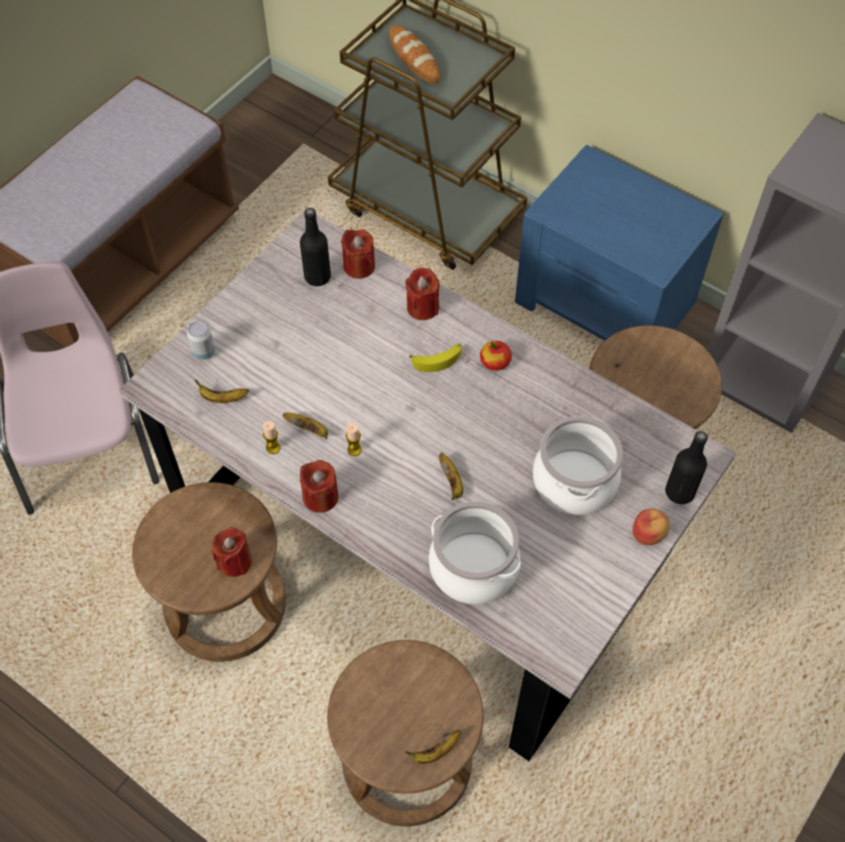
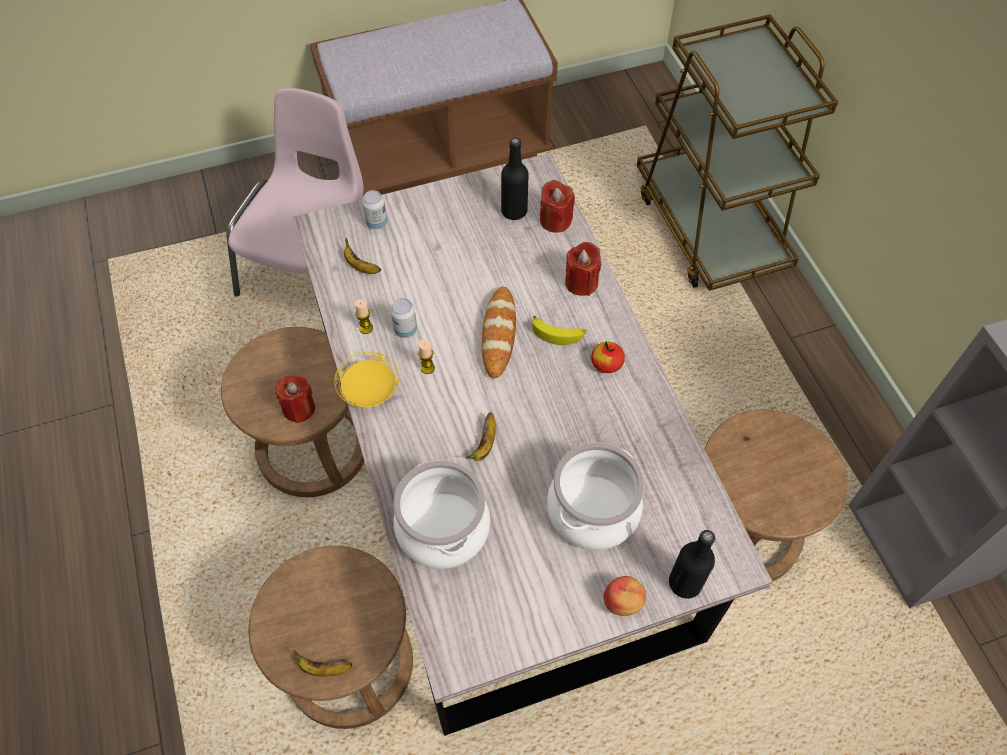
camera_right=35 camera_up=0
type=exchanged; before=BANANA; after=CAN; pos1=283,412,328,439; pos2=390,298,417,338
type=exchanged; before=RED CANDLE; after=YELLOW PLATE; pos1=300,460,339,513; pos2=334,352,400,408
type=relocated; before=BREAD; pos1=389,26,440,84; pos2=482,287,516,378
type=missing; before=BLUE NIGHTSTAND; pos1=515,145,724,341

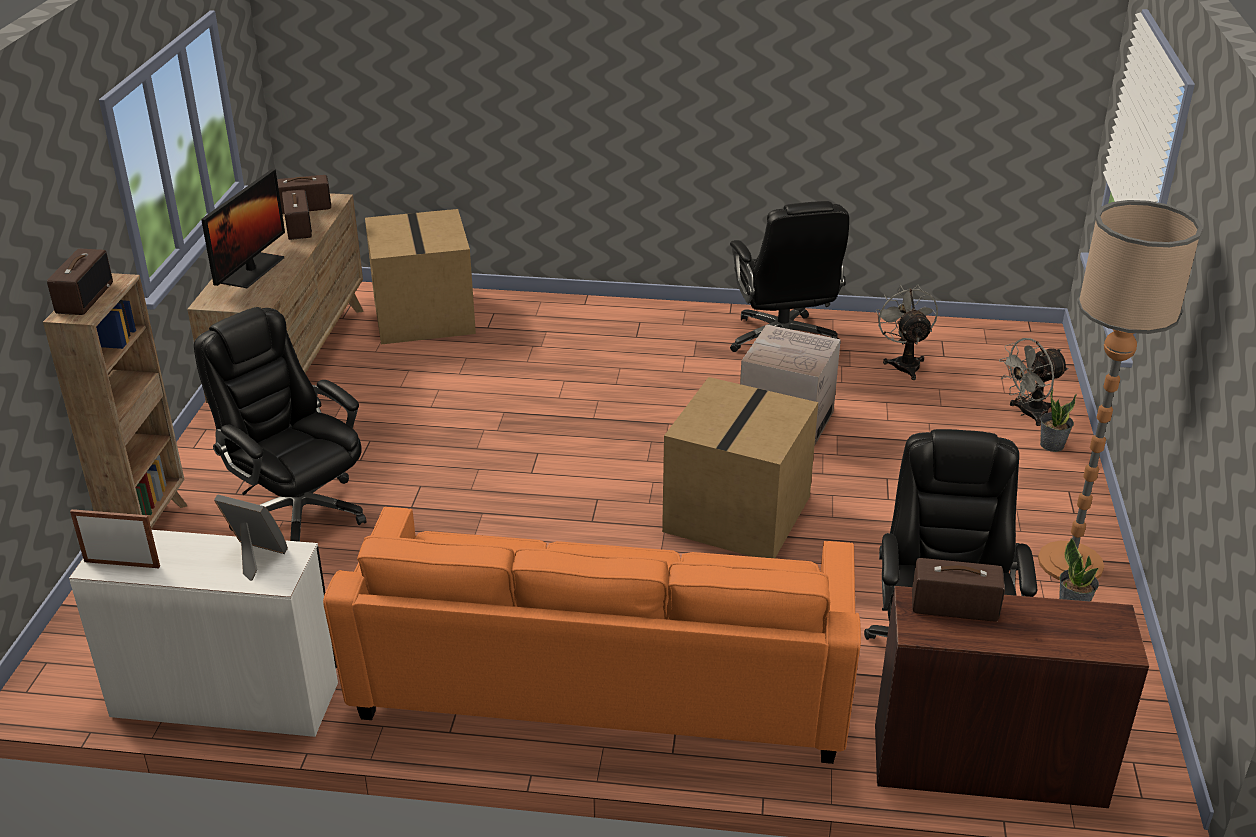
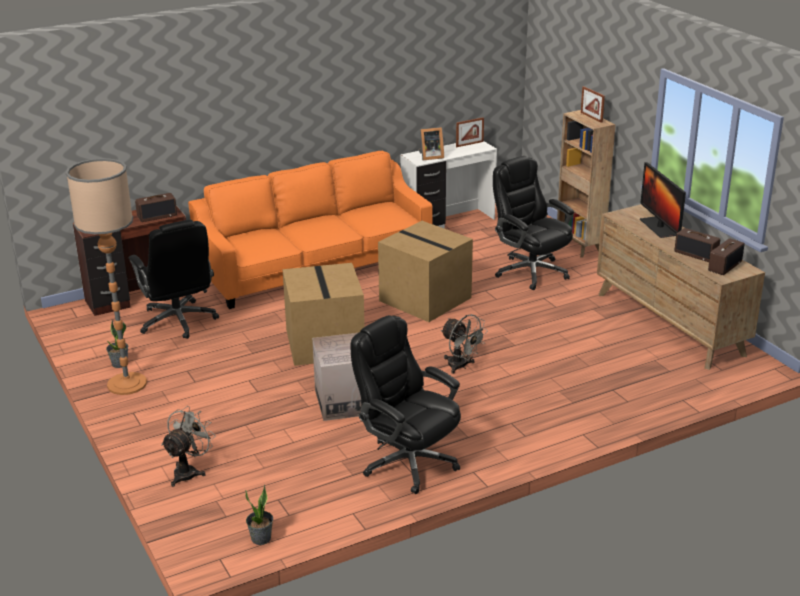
camera_right=145 camera_up=-5
type=exchanged; before=RADIO; after=PICTURE FRAME; pos1=47,249,113,315; pos2=581,86,605,123
type=spun; before=BLACK OFFICE CHAIR; pos1=194,307,366,542; pos2=493,156,574,290; turn=-135
type=relocated; before=CARDBOARD BOX; pos1=365,209,476,344; pos2=378,221,473,322
type=relocated; before=GREY FAN; pos1=876,285,938,380; pos2=441,314,488,374
type=relocated; before=POTTED PLANT; pos1=1040,388,1077,452; pos2=245,484,273,545

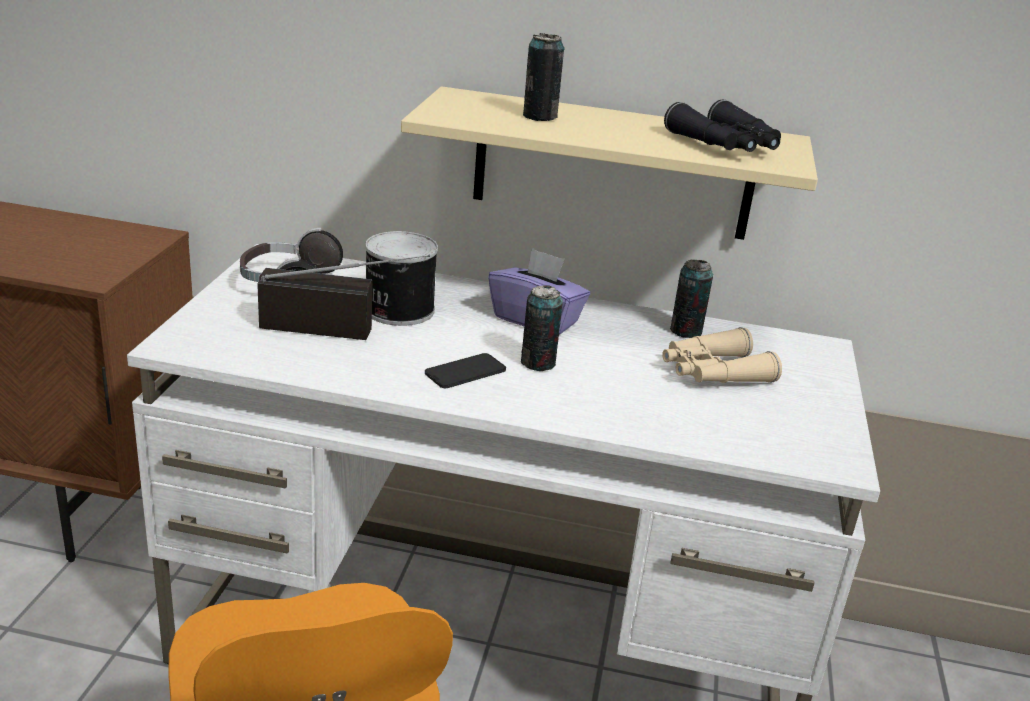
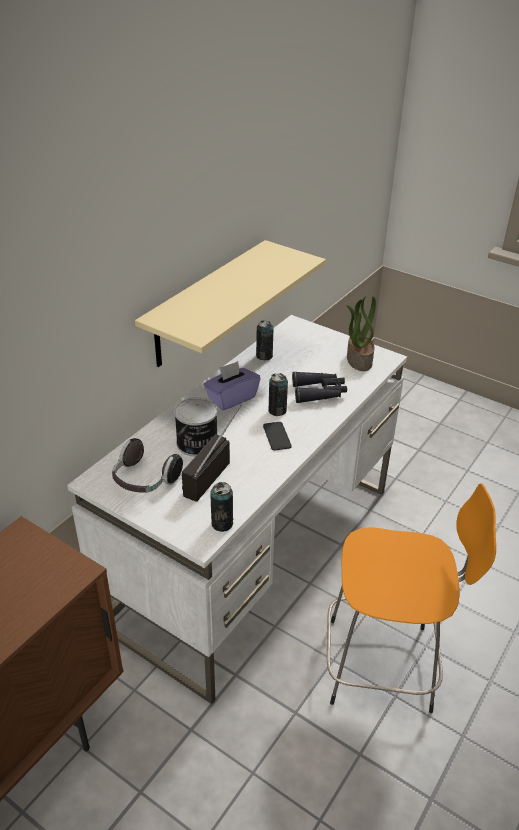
camera_right=-65 camera_up=10
type=relocated; before=CAN; pos1=523,33,565,121; pos2=210,482,233,532
type=missing; before=BEIGE BINOCULARS; pos1=662,327,782,383
type=relocated; before=BLACK BINOCULARS; pos1=664,100,781,152; pos2=292,372,347,403
type=appeared; after=POTTED PLANT; pos2=346,296,376,371

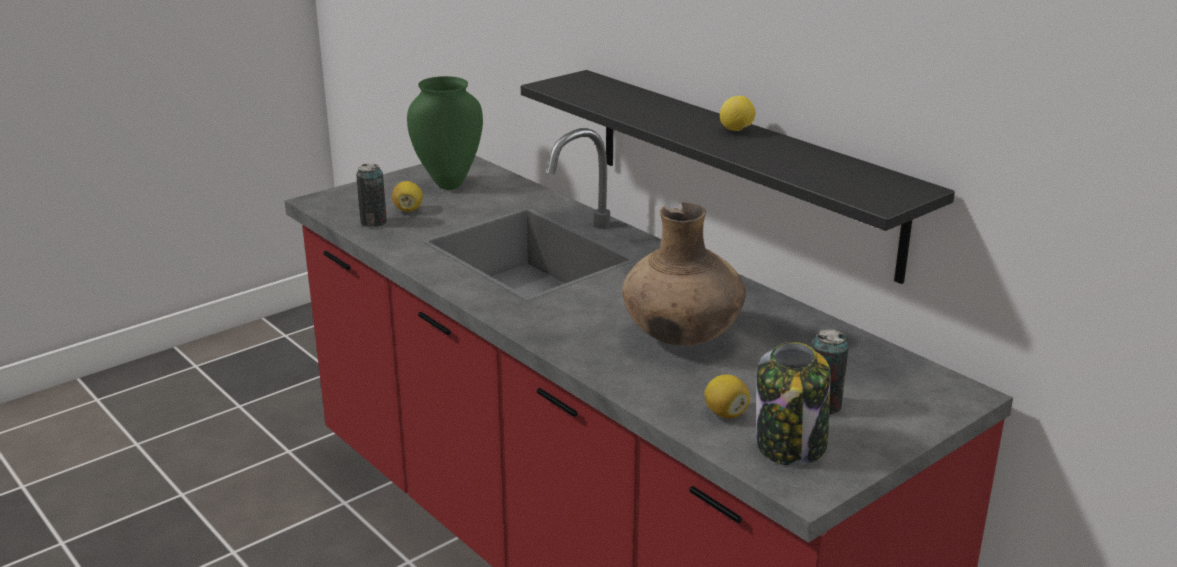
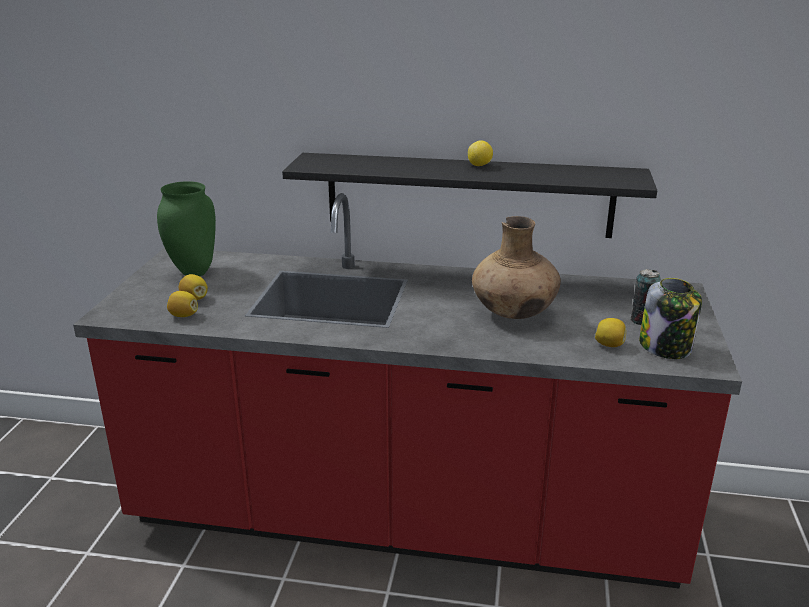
camera_right=-40 camera_up=0
type=exchanged; before=CAN; after=LEMON; pos1=356,164,387,227; pos2=167,291,198,317

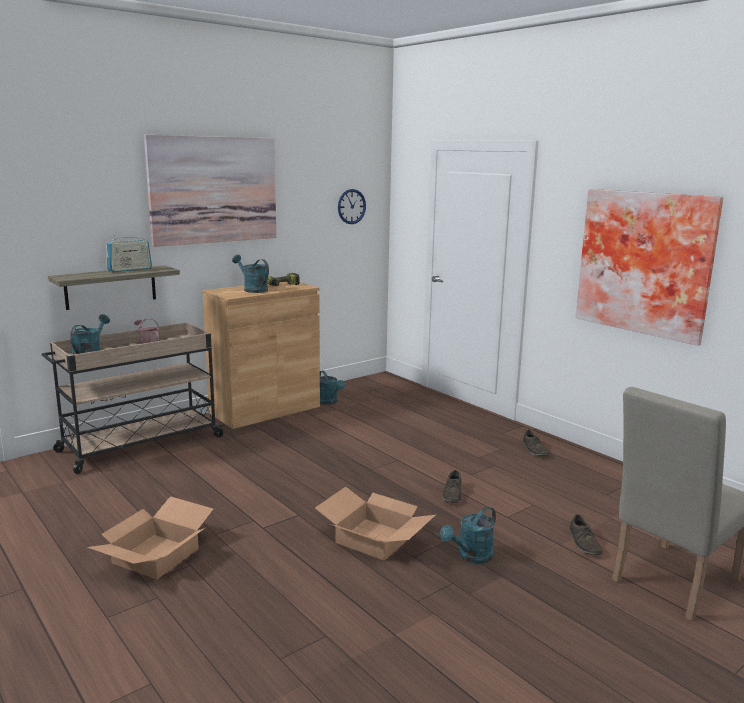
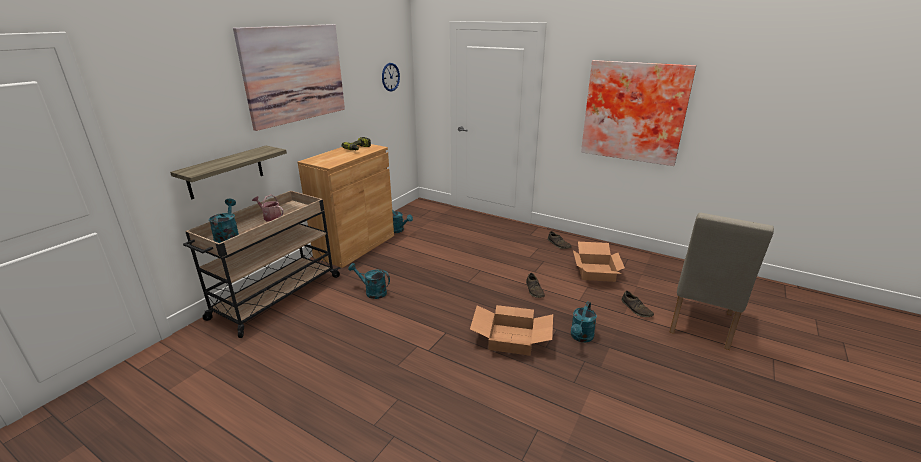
camera_right=-20 camera_up=10
type=relocated; before=CARDBOARD BOX; pos1=87,496,213,579; pos2=573,242,625,282
type=missing; before=RADIO; pos1=106,235,152,272
type=relocated; before=TURQUOISE WATERING CAN; pos1=232,255,269,293; pos2=348,263,390,299

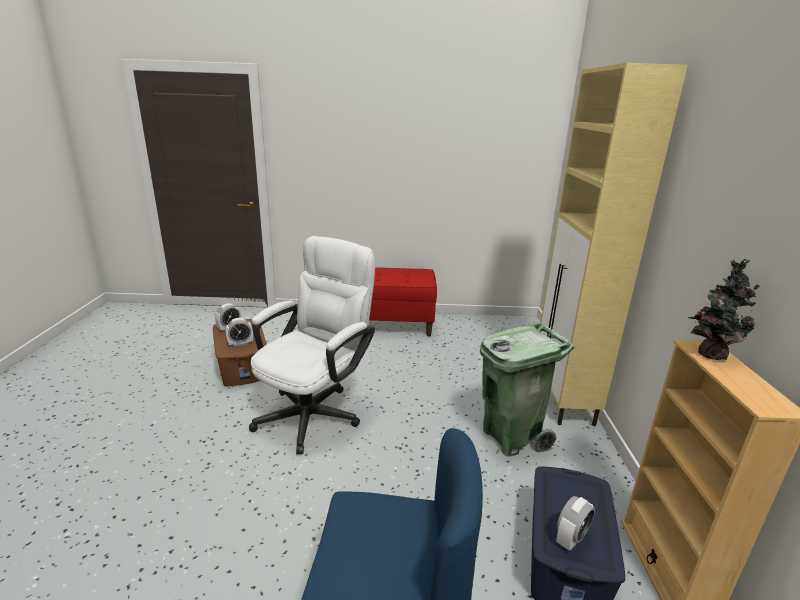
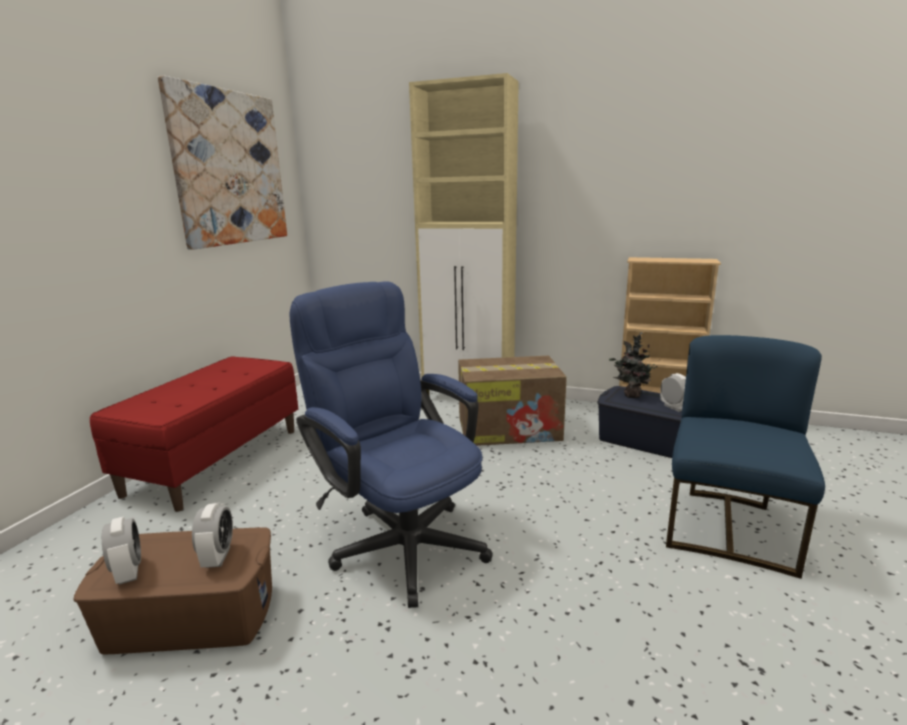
camera_right=-70 camera_up=-5
type=colour; before=WHITE OFFICE CHAIR; after=BLUE OFFICE CHAIR; pos1=249,236,375,455; pos2=290,281,493,608
type=exchanged; before=GREEN TRASH CAN; after=CARDBOARD BOX; pos1=480,323,574,457; pos2=458,356,567,446
type=relocated; before=POTTED PLANT; pos1=688,258,759,360; pos2=609,332,657,398
type=appeared; after=PICTURE; pos2=158,75,287,250

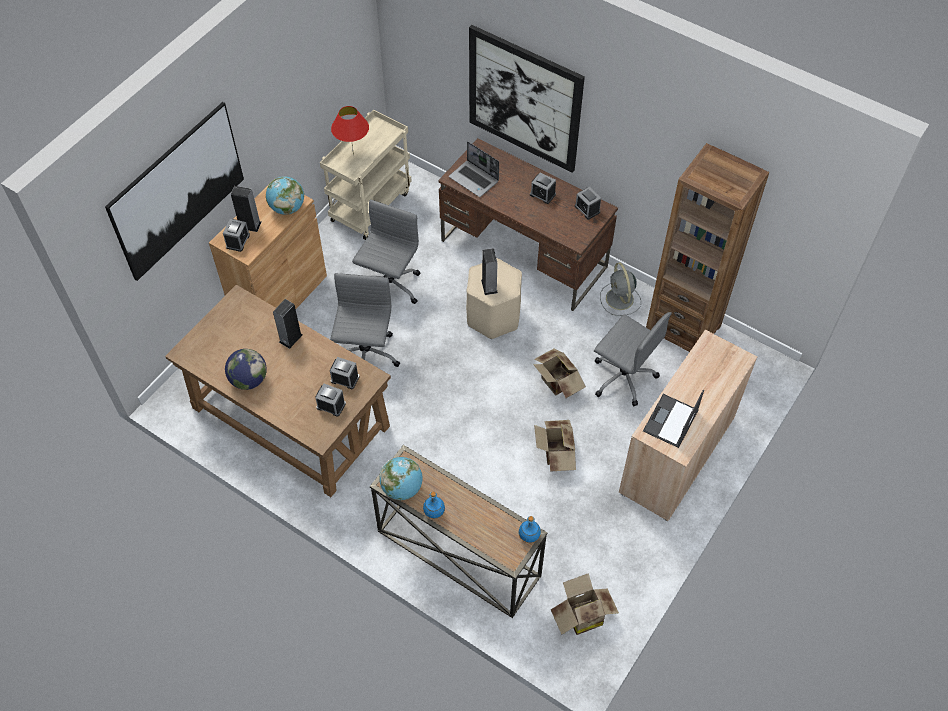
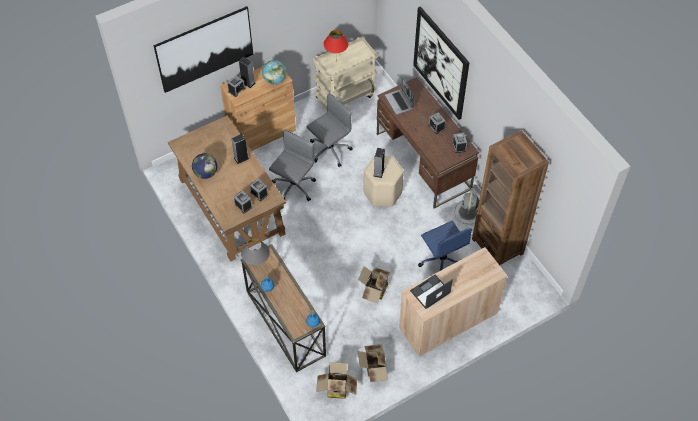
camera_right=25 camera_up=0
type=exchanged; before=GLOBE; after=GREY TABLE LAMP; pos1=379,457,422,500; pos2=241,239,270,268
type=relocated; before=CARDBOARD BOX; pos1=533,348,586,398; pos2=357,344,388,382
type=colour; before=GREY OFFICE CHAIR; after=BLUE OFFICE CHAIR; pos1=594,312,672,406; pos2=418,221,472,271

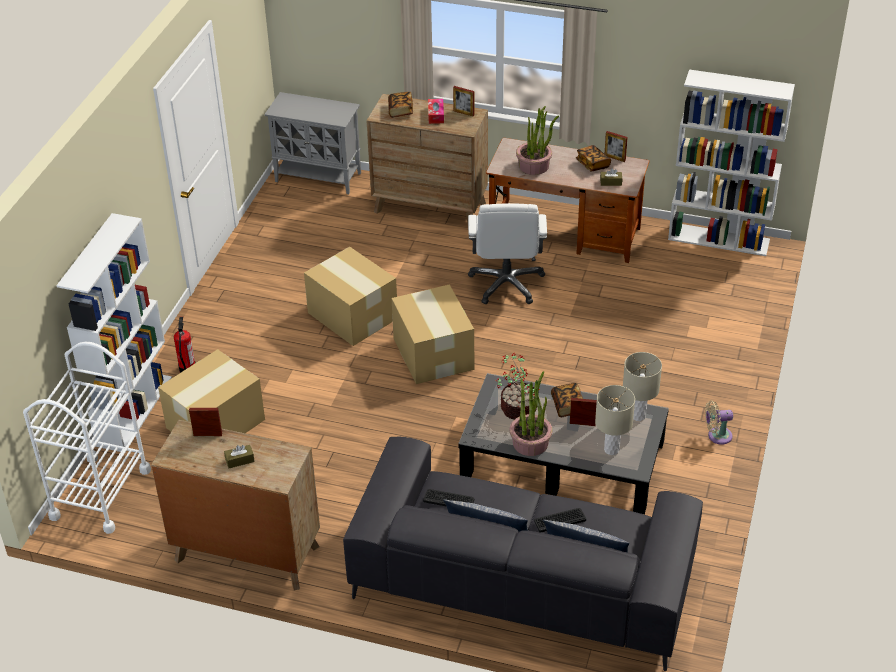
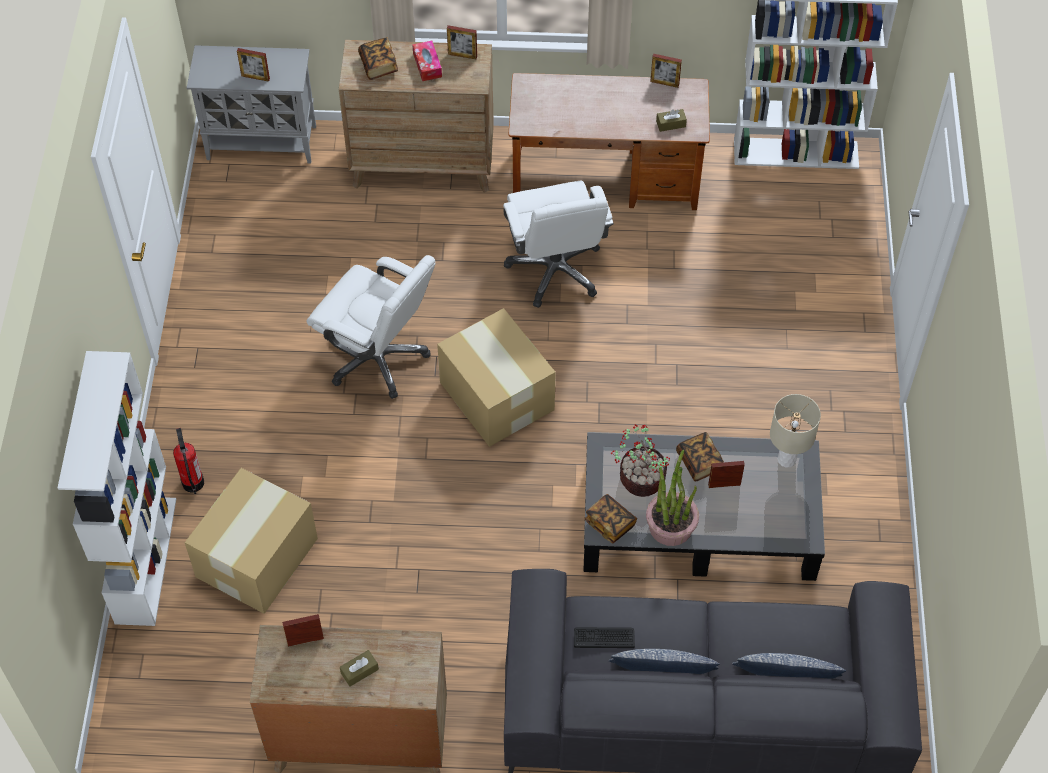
camera_right=-15 camera_up=15
type=missing; before=WHITE CART; pos1=23,342,151,534
type=exchanged; before=CARDBOARD BOX; after=WHITE OFFICE CHAIR; pos1=304,247,397,346; pos2=307,255,436,399
type=missing; before=POTTED PLANT; pos1=516,106,559,175
type=missing; before=KEYBOARD; pos1=534,508,586,533
type=relocated; before=BOOK; pos1=576,145,611,172; pos2=585,494,637,543
type=missing; before=BEIGE TABLE LAMP; pos1=595,385,635,455
type=missing; before=BEIGE FAN; pos1=705,401,733,444
type=appeared; after=PICTURE FRAME; pos2=237,48,270,82

